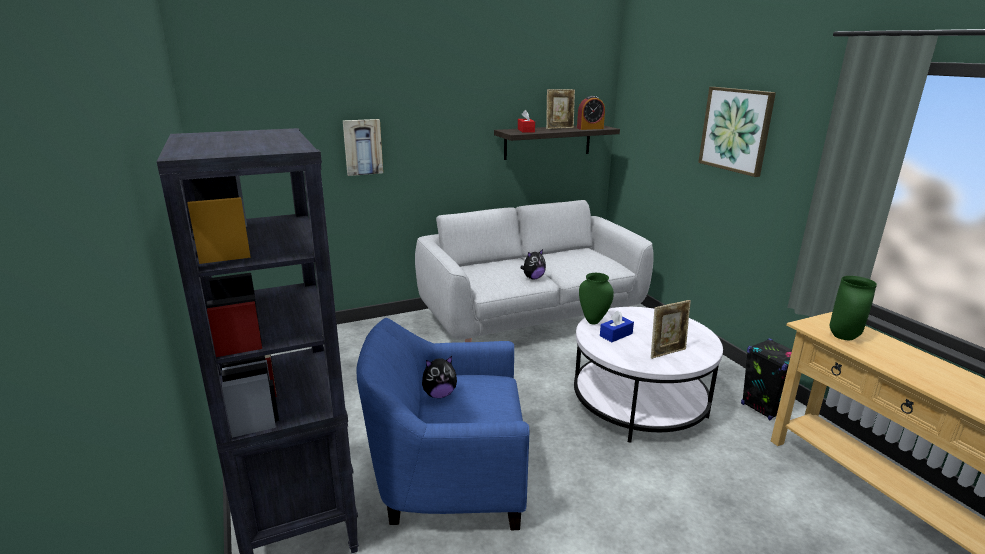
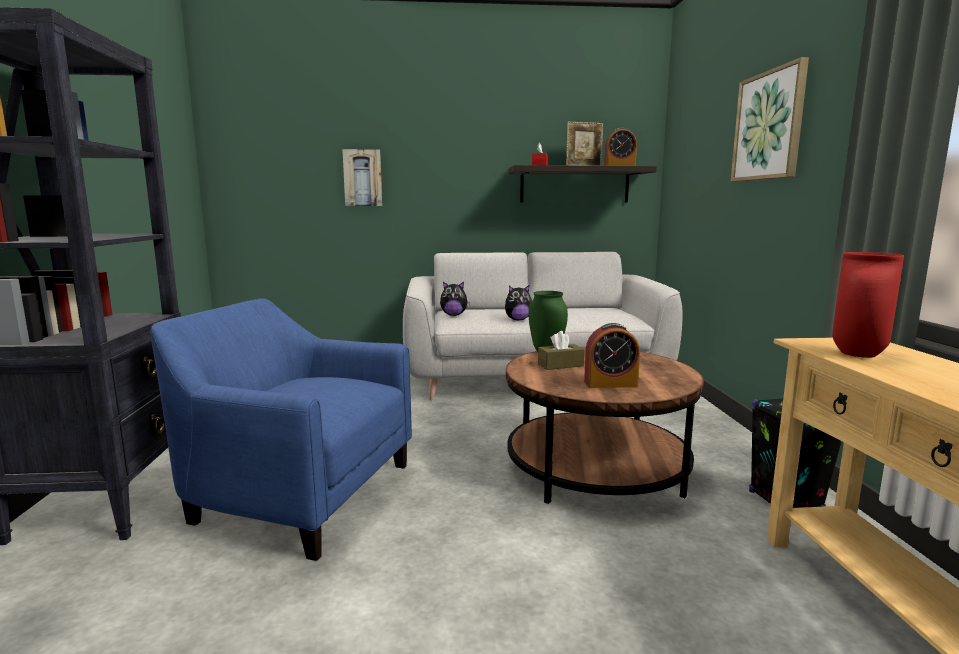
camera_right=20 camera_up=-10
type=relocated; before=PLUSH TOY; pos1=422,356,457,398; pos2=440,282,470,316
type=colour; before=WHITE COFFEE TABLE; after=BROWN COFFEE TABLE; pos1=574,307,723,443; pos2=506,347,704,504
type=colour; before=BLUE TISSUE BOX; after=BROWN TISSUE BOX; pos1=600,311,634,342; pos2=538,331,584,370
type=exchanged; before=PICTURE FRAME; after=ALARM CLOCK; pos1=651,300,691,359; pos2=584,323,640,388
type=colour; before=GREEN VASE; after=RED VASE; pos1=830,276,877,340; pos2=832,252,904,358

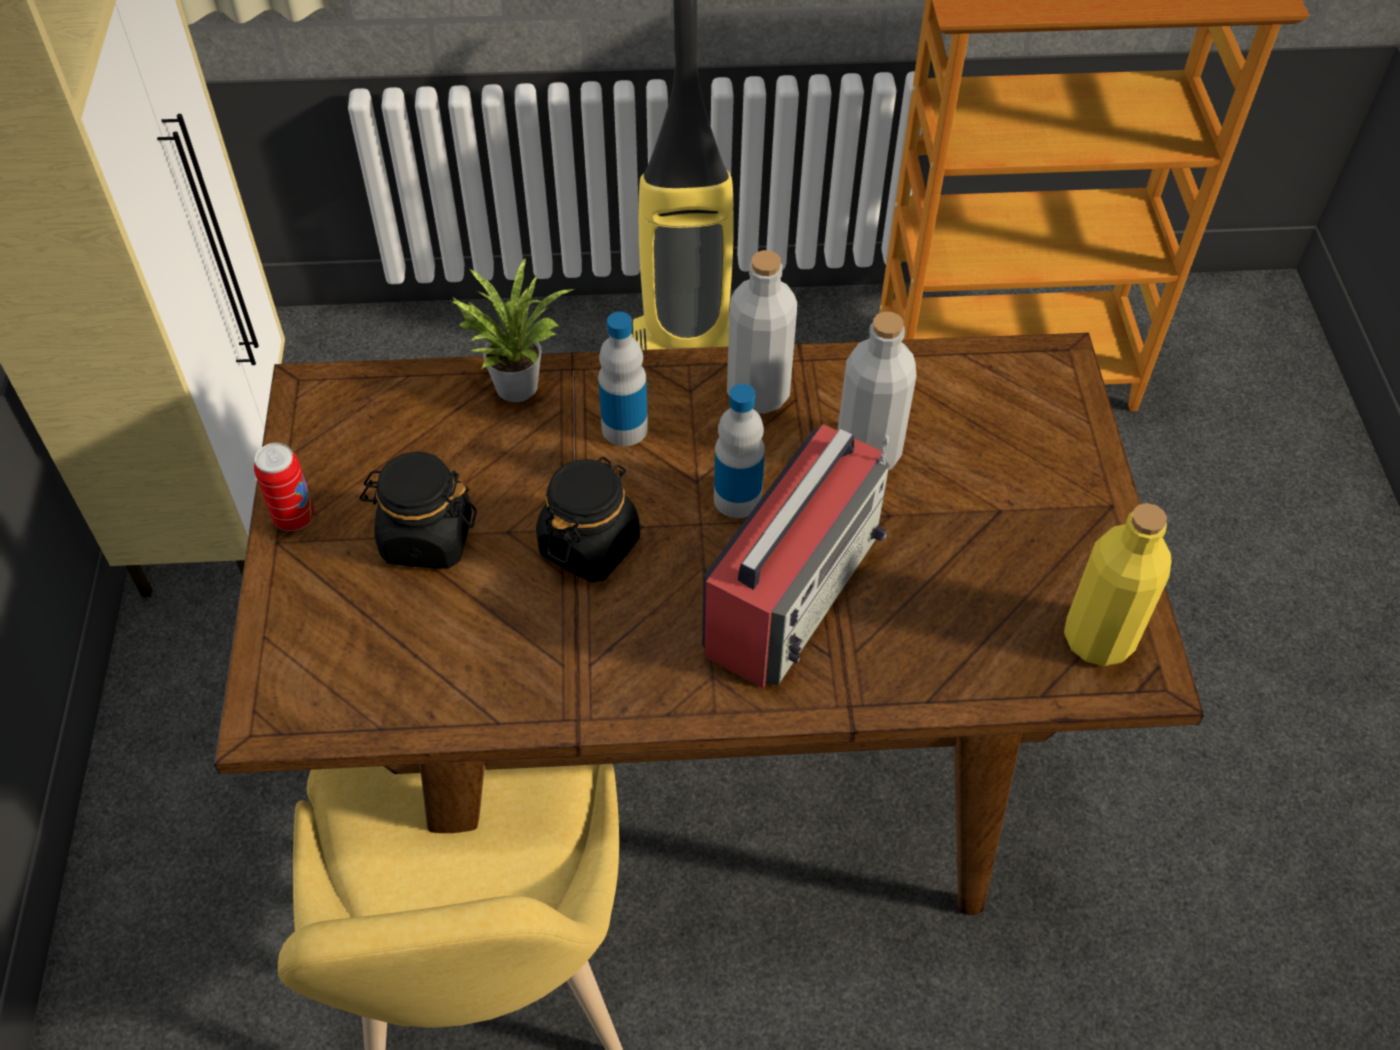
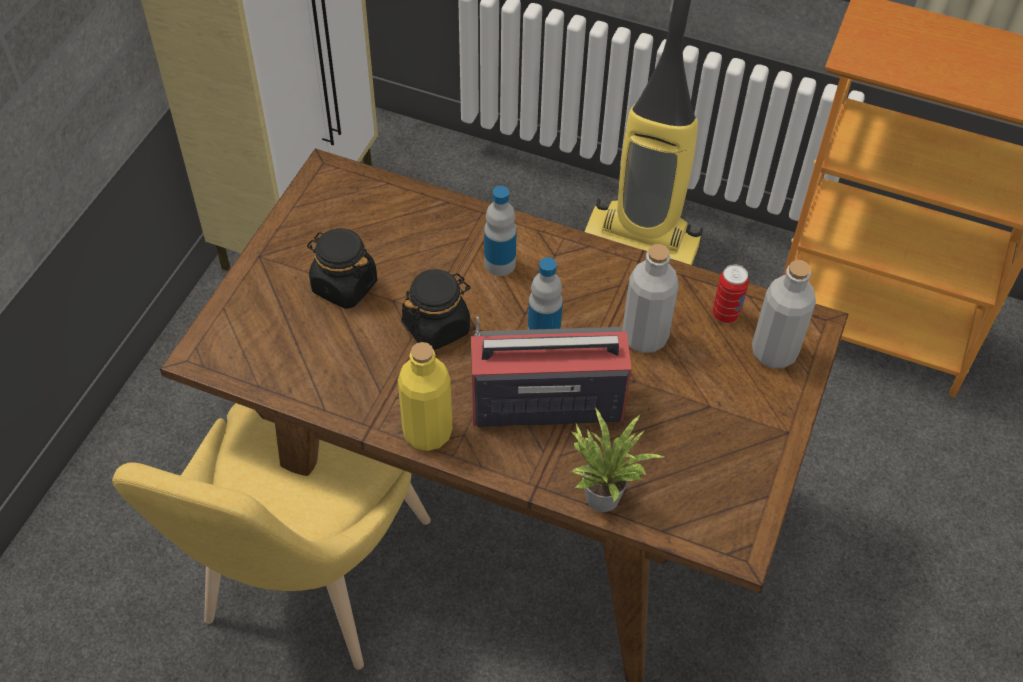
camera_right=25 camera_up=0
type=relocated; before=CAN; pos1=254,443,314,531; pos2=712,265,749,324
type=relocated; before=POTTED PLANT; pos1=451,257,574,402; pos2=571,407,665,512
type=spun; before=RADIO; pos1=702,424,889,688; pos2=471,317,632,427; turn=-150
type=relocated; before=GREY BOTTLE; pos1=727,250,797,414; pos2=752,260,816,368
type=relocated; before=YELLOW BOTTLE; pos1=1064,503,1172,666; pos2=398,342,452,451

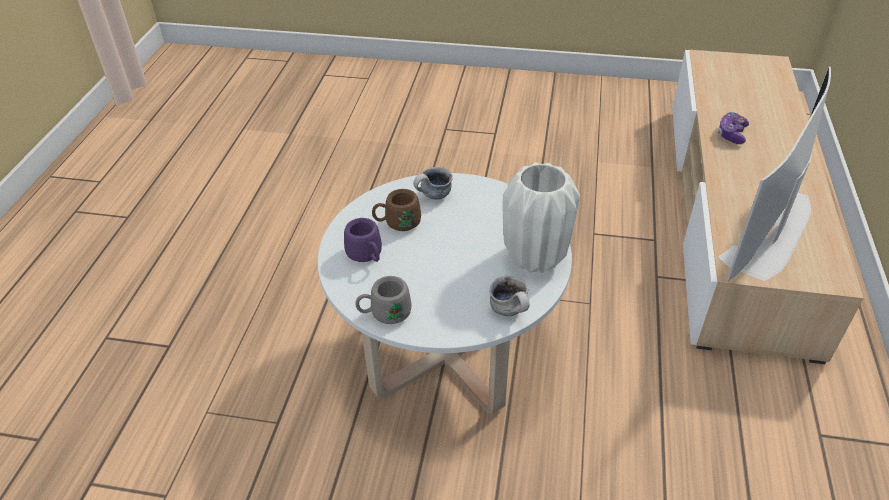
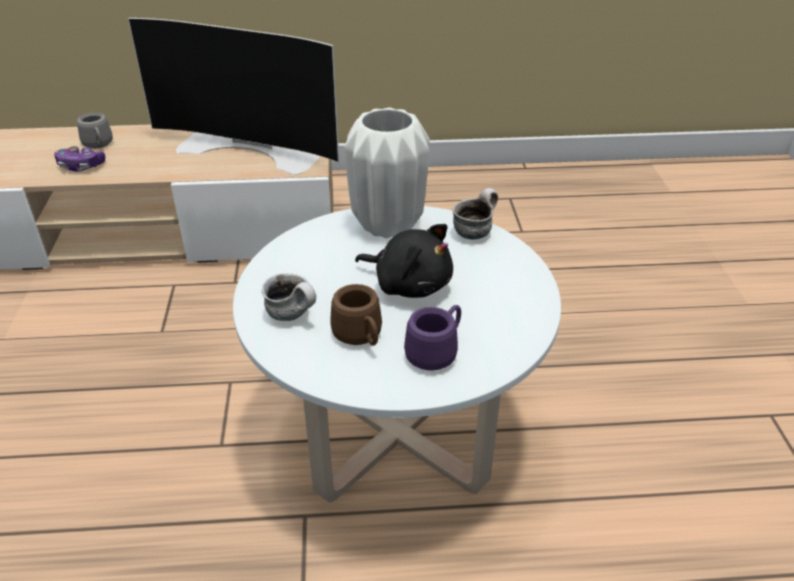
camera_right=-105 camera_up=-5
type=relocated; before=GREY MUG; pos1=355,276,412,324; pos2=77,113,113,149
type=appeared; after=BLACK PLUSH TOY; pos2=355,224,453,298

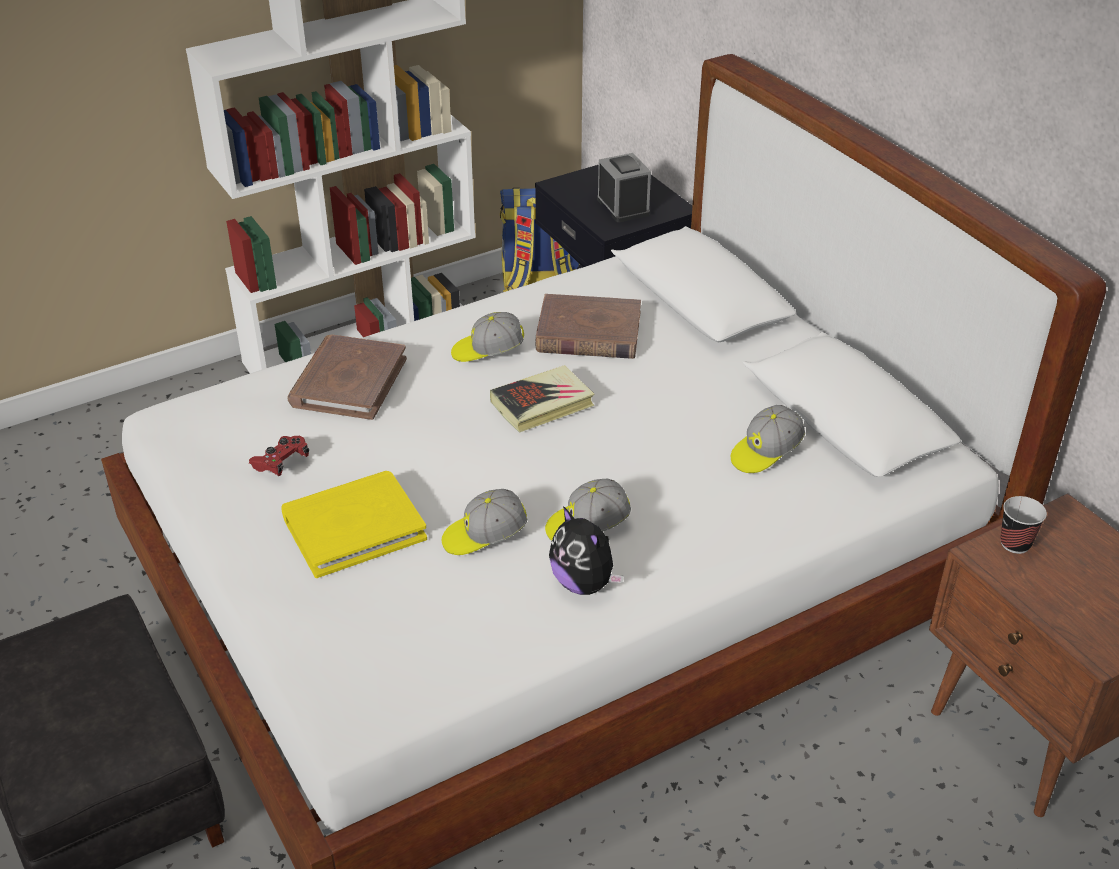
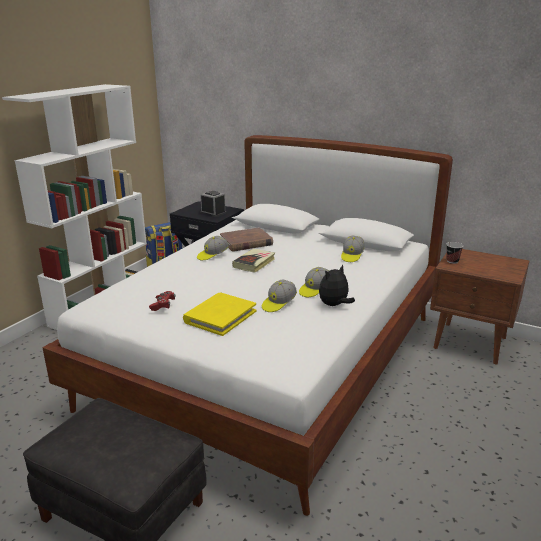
camera_right=-30 camera_up=-15
type=missing; before=BROWN BOOK; pos1=287,334,407,420
type=spun; before=PLUSH TOY; pos1=549,506,624,595; pos2=319,265,355,306; turn=120

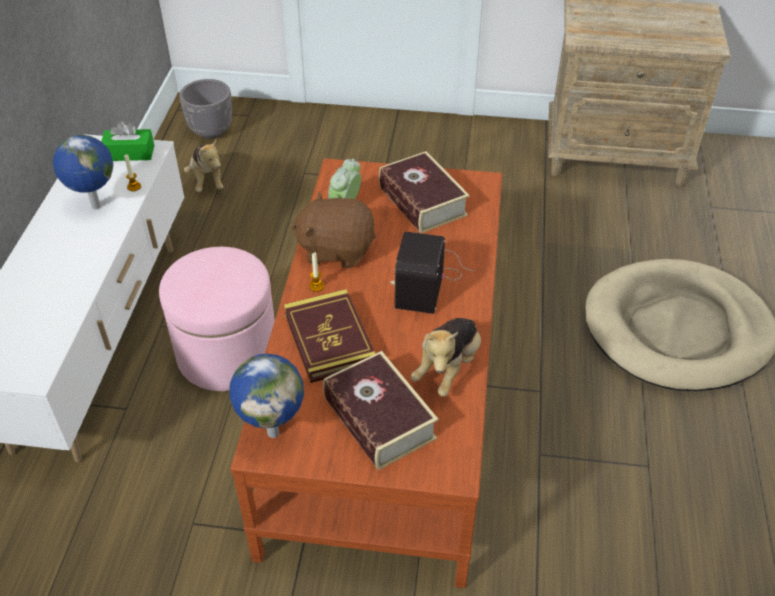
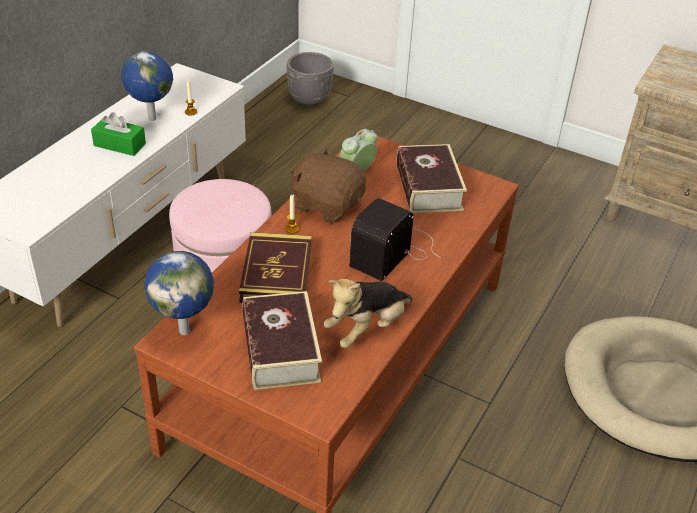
camera_right=20 camera_up=-5
type=relocated; before=GREEN TISSUE BOX; pos1=101,121,154,161; pos2=91,112,146,156
type=missing; before=PLUSH TOY; pos1=184,140,224,192

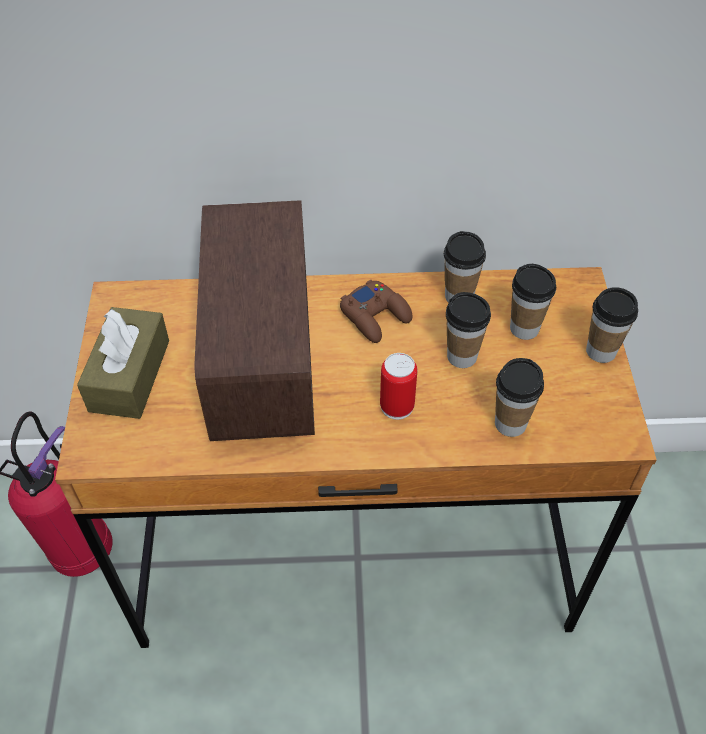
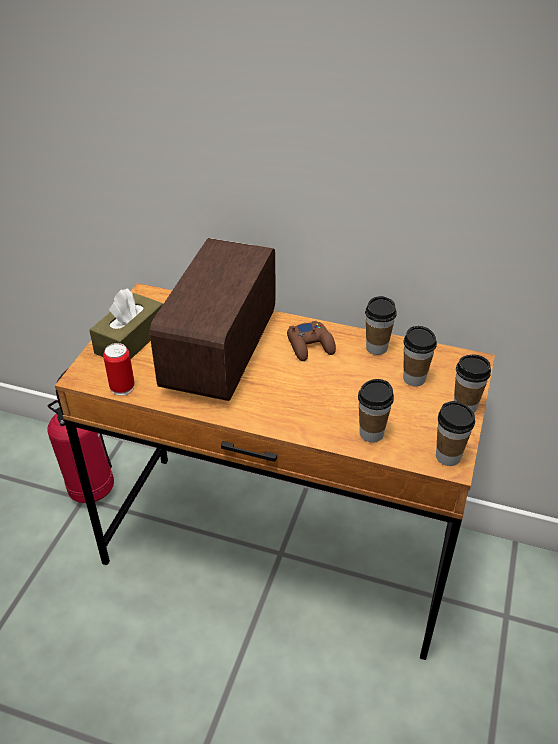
camera_right=20 camera_up=-10
type=relocated; before=CAN; pos1=380,353,417,420; pos2=103,343,135,396
type=relocated; before=CUP; pos1=446,292,491,368; pos2=436,401,475,466

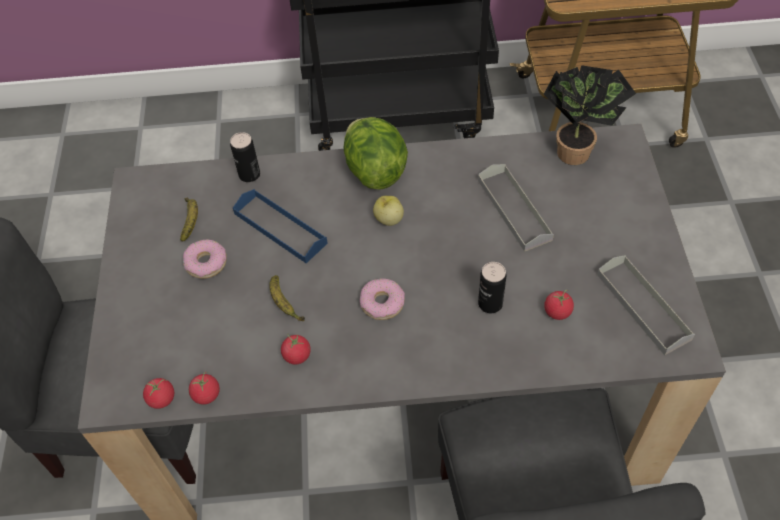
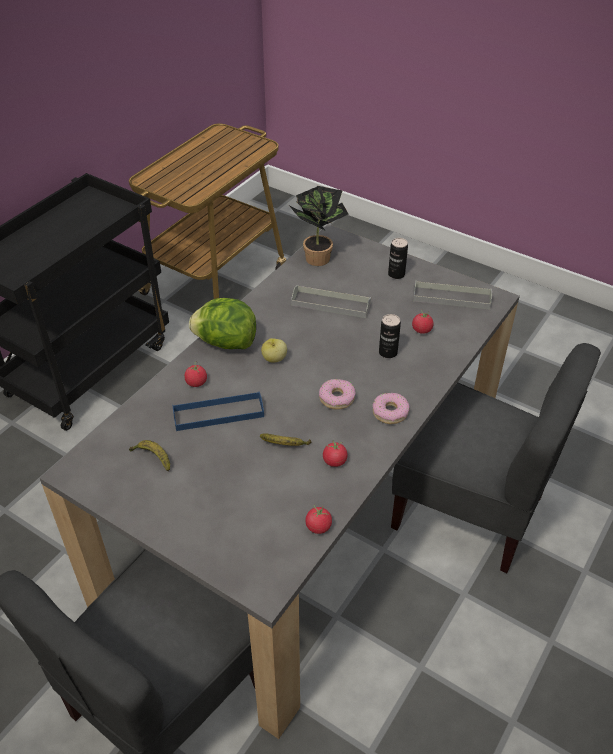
camera_right=-55 camera_up=-10
type=relocated; before=TOMATO; pos1=143,378,174,409; pos2=184,362,207,387
type=relocated; before=DONUT; pos1=183,239,227,279; pos2=372,393,410,424
type=relocated; before=CAN; pos1=230,132,260,182; pos2=388,238,408,279

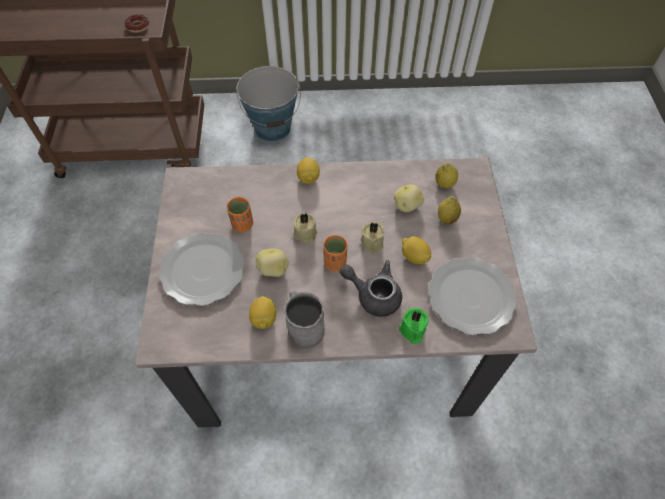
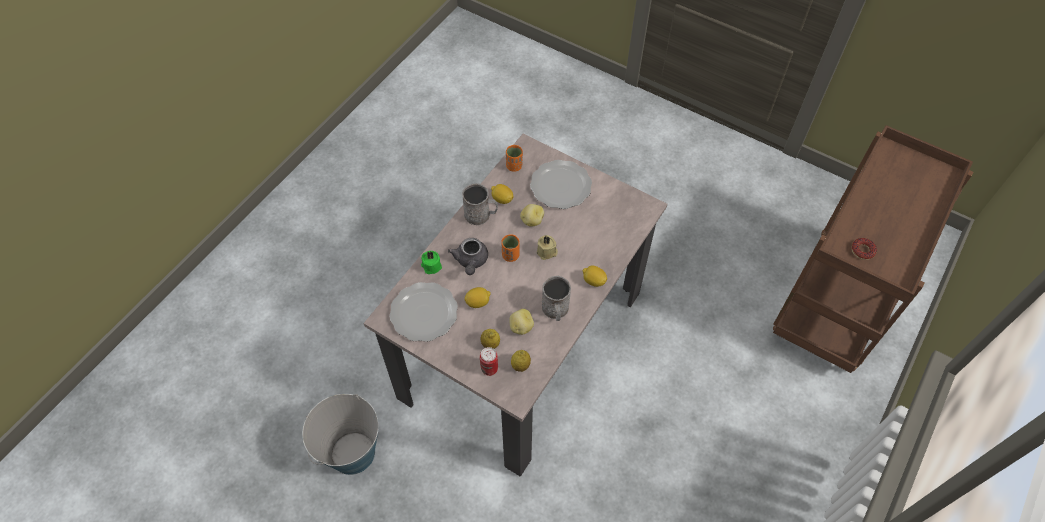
camera_right=125 camera_up=0
type=relocated; before=ORANGE CUP; pos1=227,197,253,232; pos2=506,145,523,172
type=relocated; before=BUCKET; pos1=236,66,301,142; pos2=302,394,379,475
type=spun; before=GREY TEAPOT; pos1=340,260,402,317; pos2=448,238,488,275; turn=120
type=missing; before=BEIGE CANDLE; pos1=361,222,384,253
type=appeared; after=CAN; pos2=480,347,498,376
type=appeared; after=GREY MUG; pos2=542,276,571,321

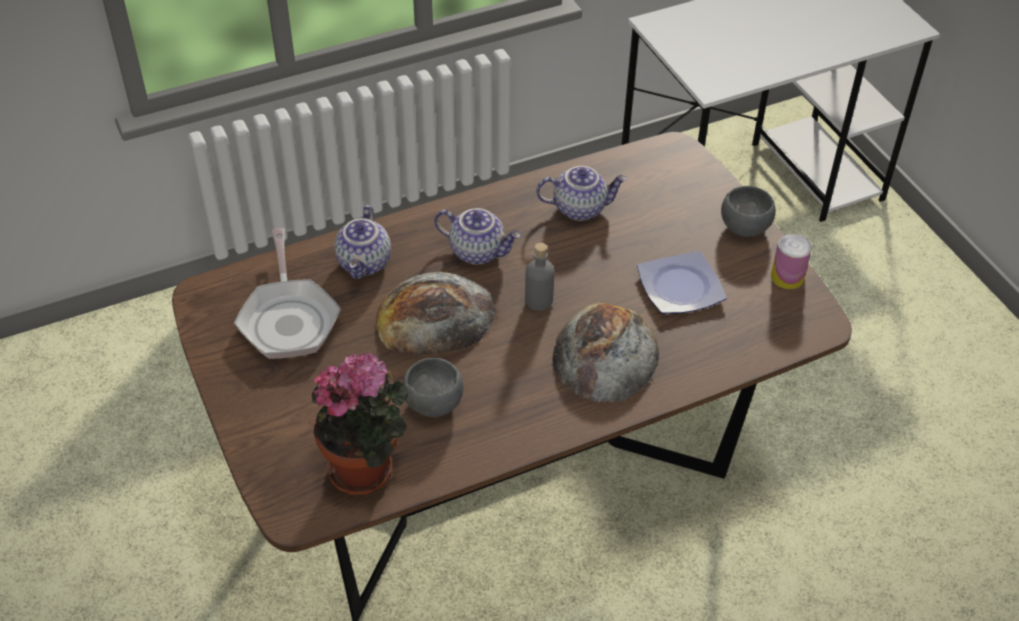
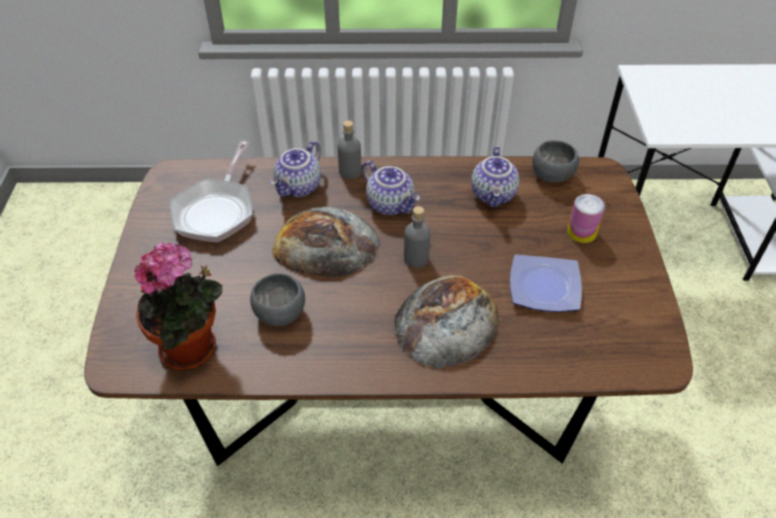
camera_right=25 camera_up=0
type=spun; before=TEAPOT; pos1=536,166,627,221; pos2=471,146,519,207; turn=75
type=relocated; before=GREY BOWL; pos1=721,186,776,236; pos2=532,140,579,183
type=relocated; before=CAN; pos1=771,234,812,289; pos2=567,194,605,243
type=appeared; after=GREY BOTTLE; pos2=338,120,361,179

